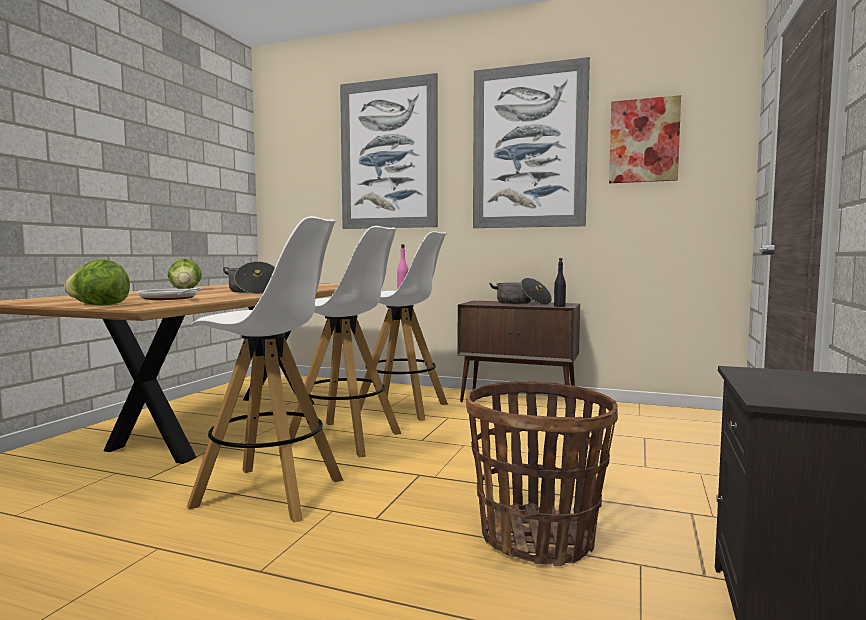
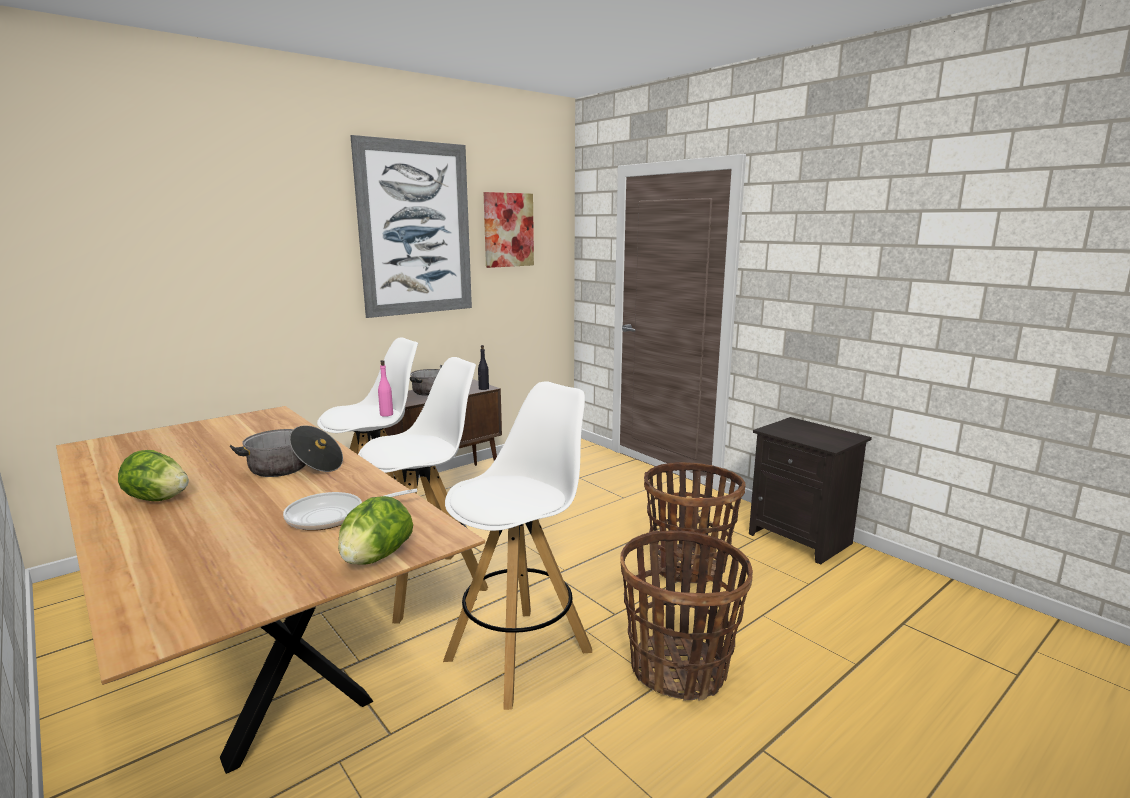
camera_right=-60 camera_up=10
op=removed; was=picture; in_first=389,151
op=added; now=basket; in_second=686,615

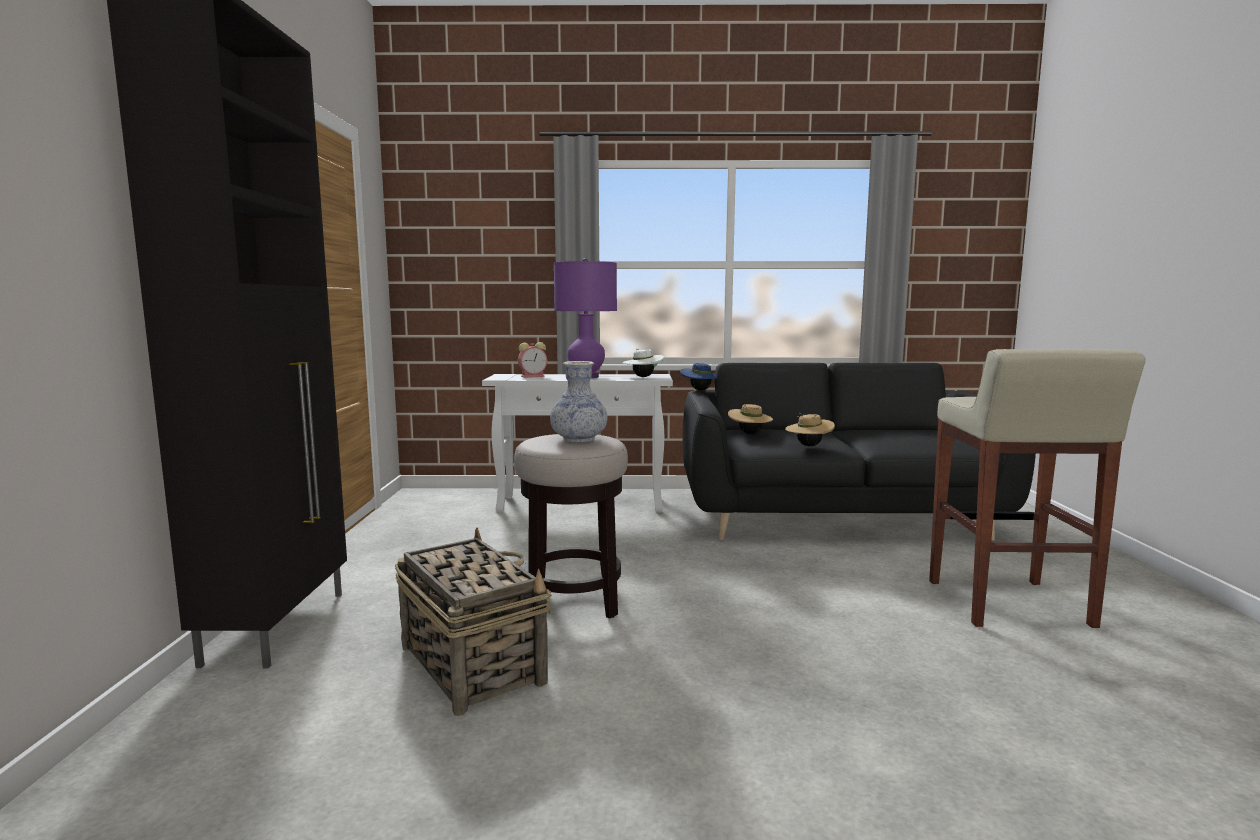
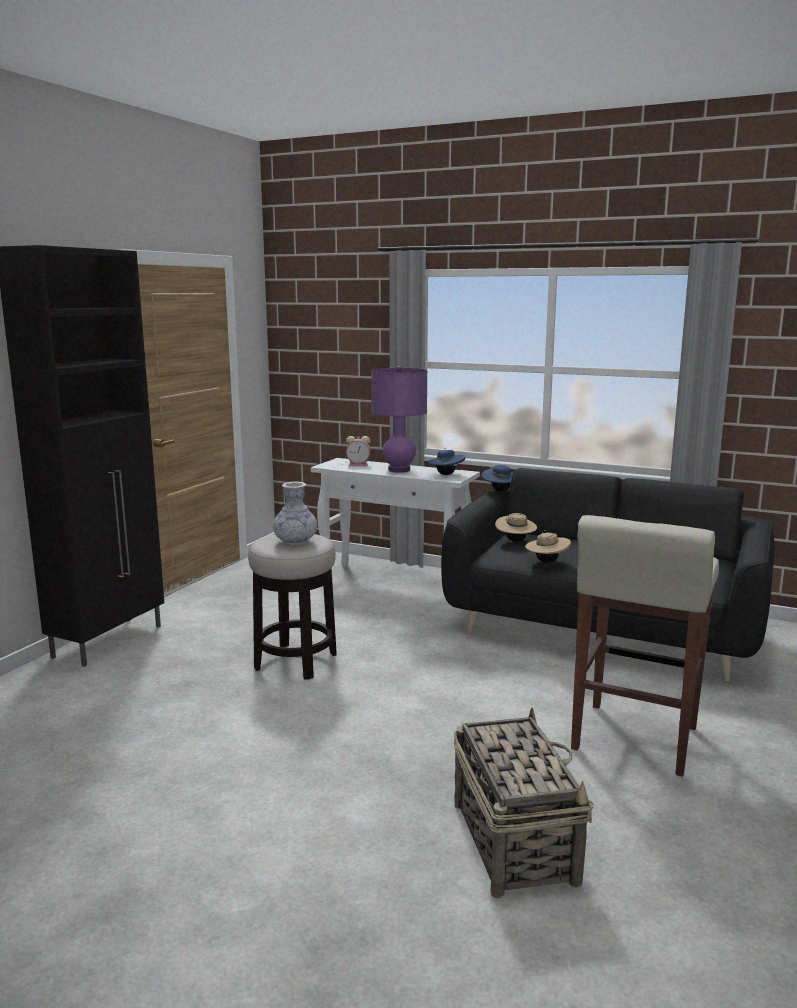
camera_right=25 camera_up=5
op=moved; was=basket; in_first=473,621; in_second=524,802
op=recoloured; was=hat in white; now=hat in blue; in_first=643,363; in_second=446,461

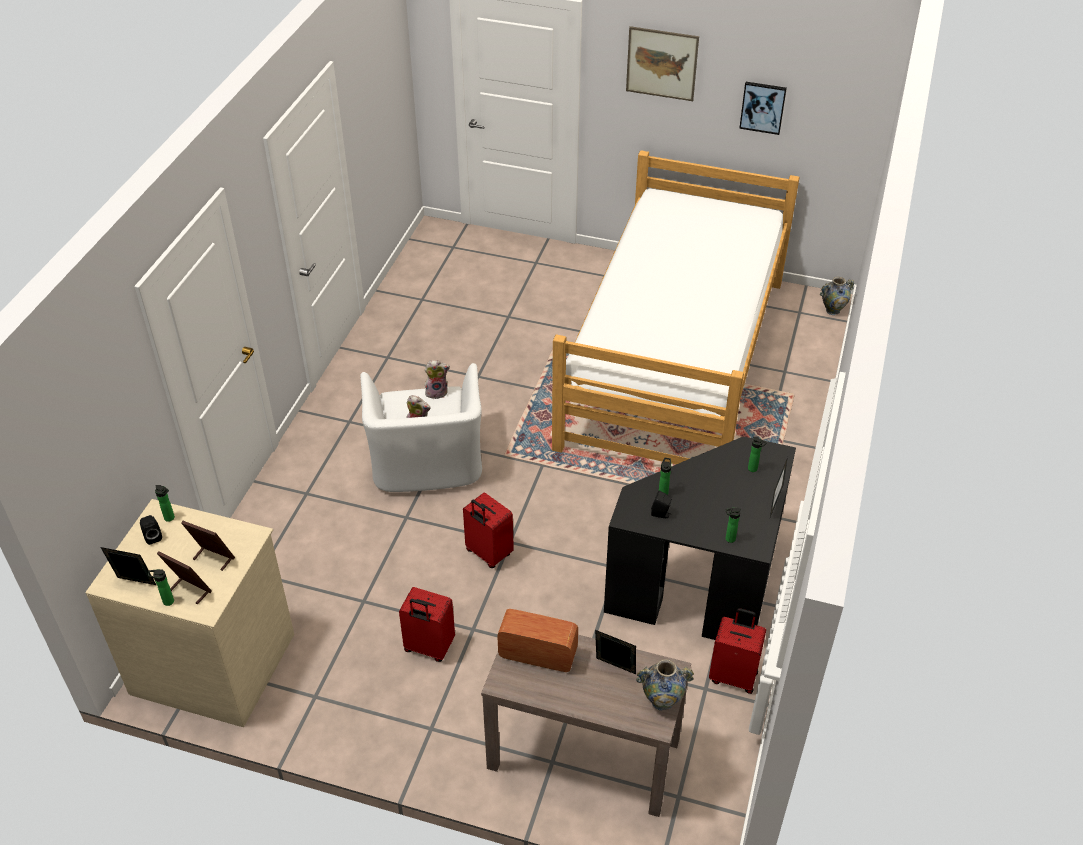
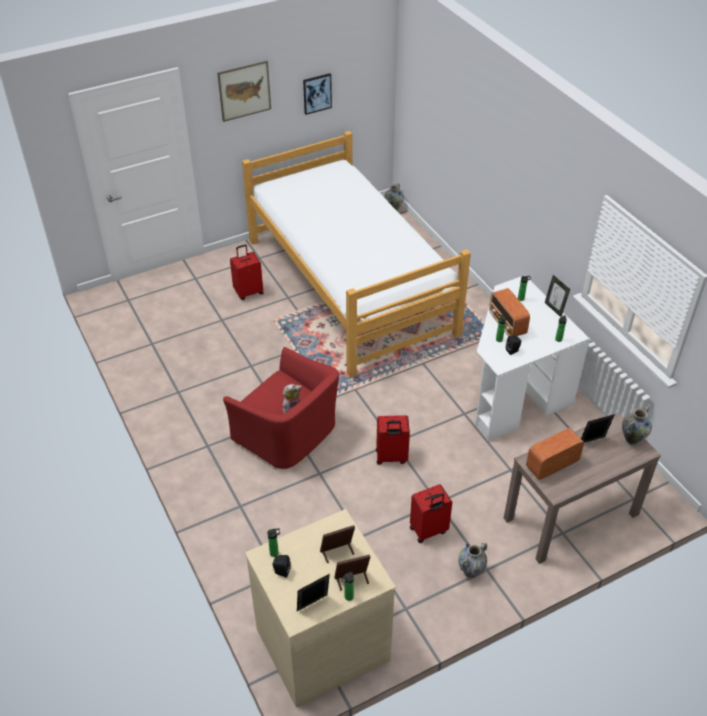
camera_right=-45 camera_up=0
op=removed; was=plush toy; in_first=437,379
op=added; now=vase; in_second=472,560
op=added; now=radio; in_second=509,312
op=moved; was=suitcase in red; in_first=737,651; in_second=247,272
op=recoloured; was=armchair in white; now=armchair in red; in_first=421,427; in_second=281,408
op=recoloured; was=desk in black; now=desk in white; in_first=700,538; in_second=532,358

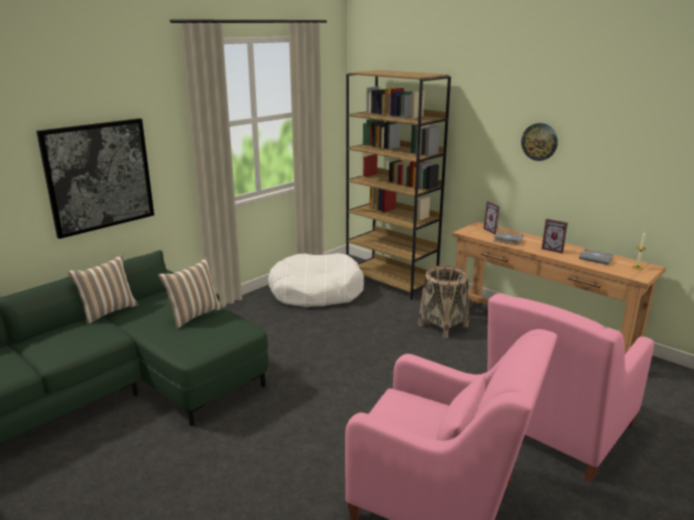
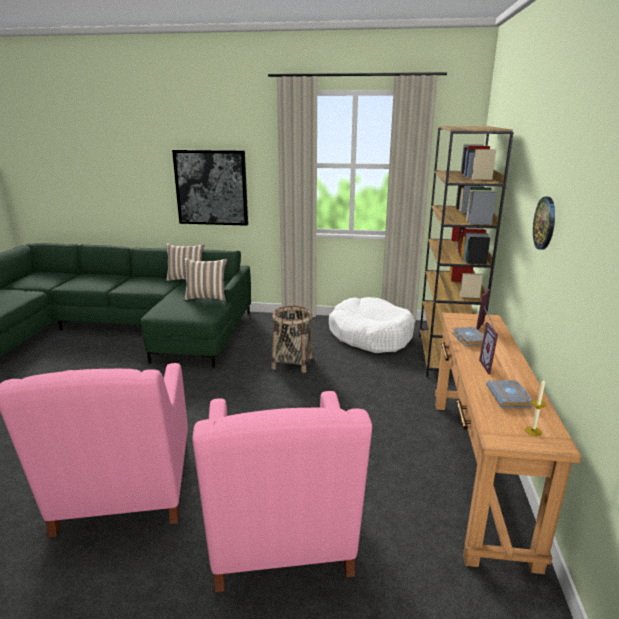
camera_right=55 camera_up=0
op=moved; was=basket; in_first=443,301; in_second=292,339
op=turned; was=armchair in pink; in_first=571,388; in_second=282,491; clockwise=-105

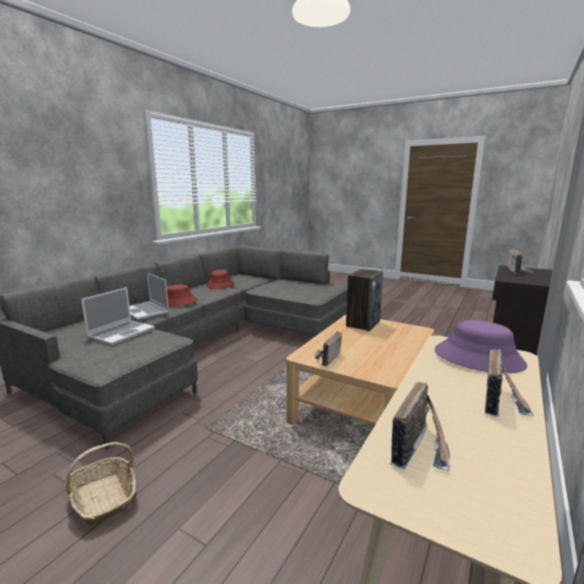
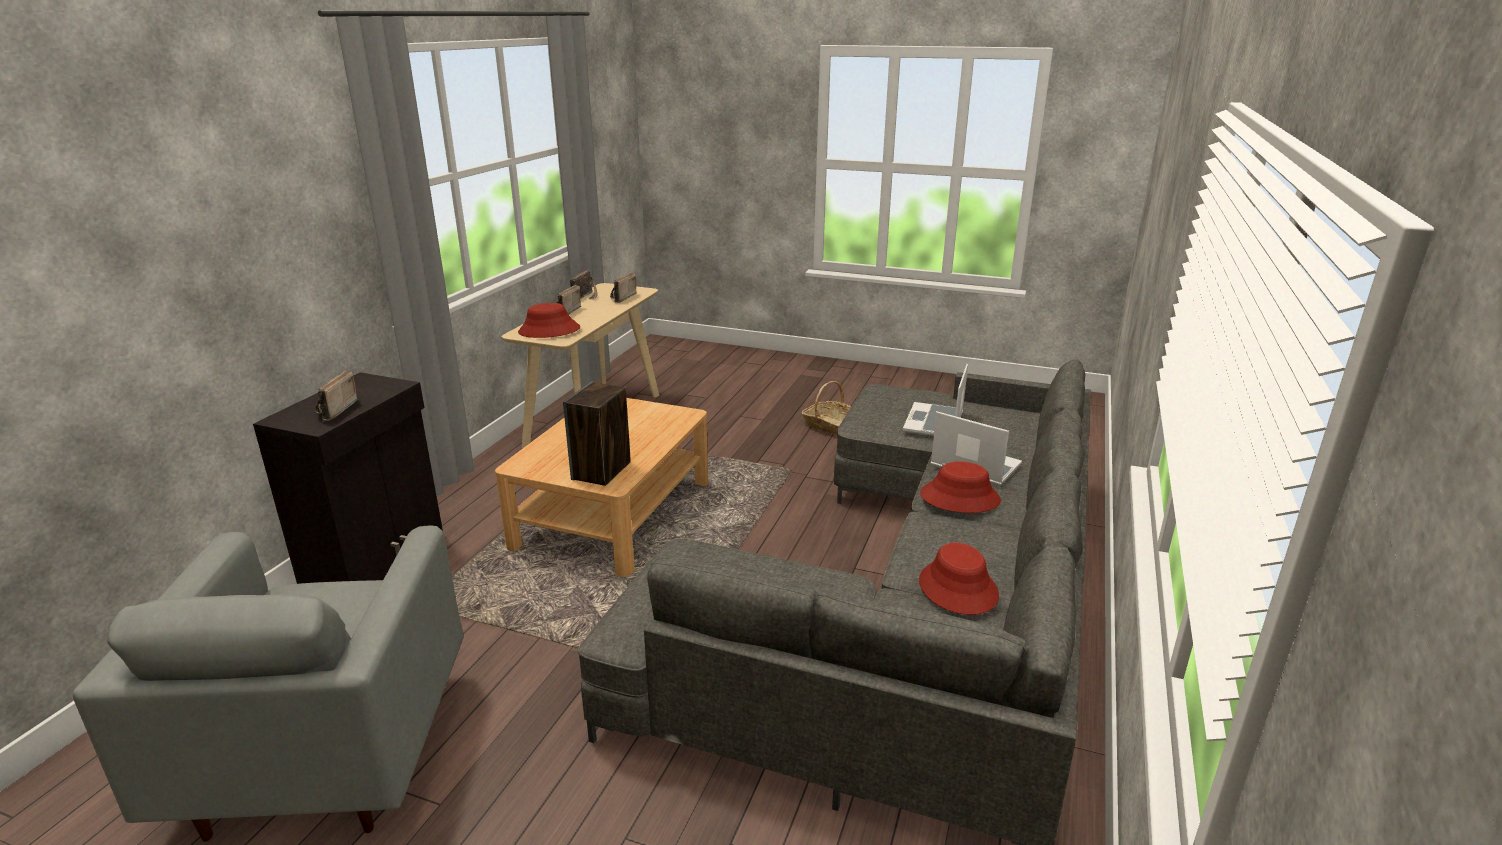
camera_right=170 camera_up=10
op=added; now=armchair in grey; in_second=268,683
op=moved; was=radio; in_first=328,348; in_second=584,284
op=recoloured; was=hat in purple; now=hat in red; in_first=481,346; in_second=549,320

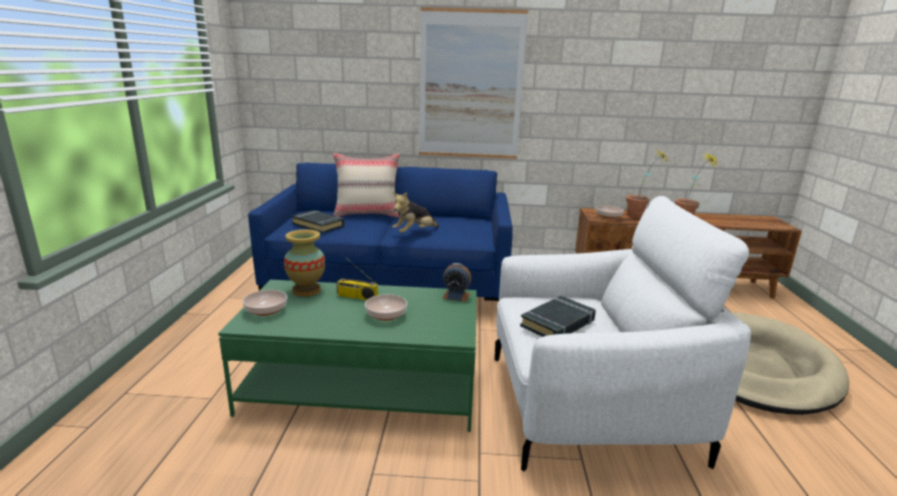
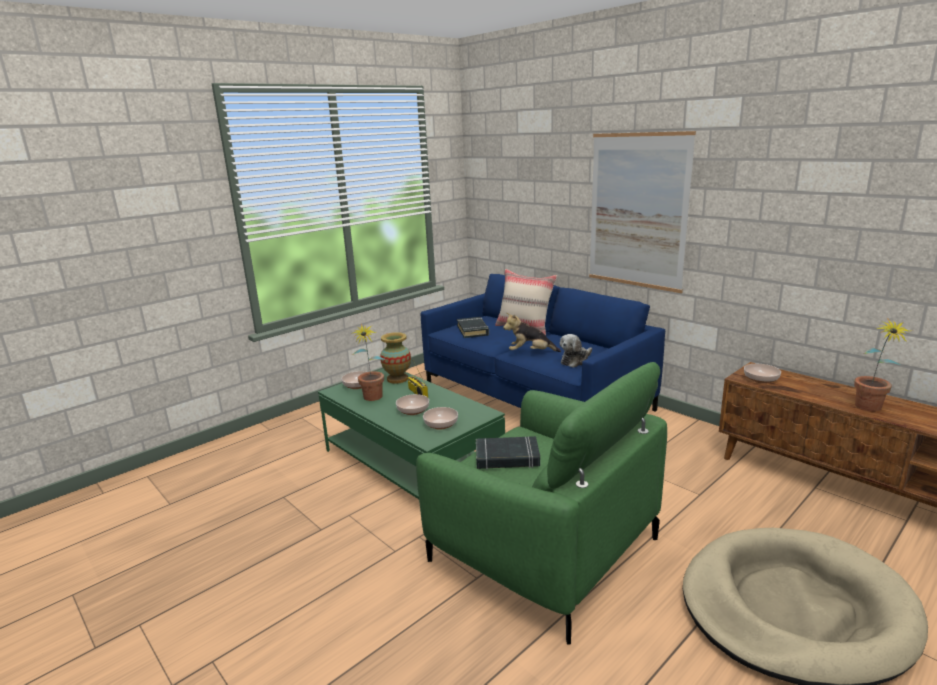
camera_right=45 camera_up=0
op=removed; was=alarm clock; in_first=456,282
op=added; now=bowl; in_second=440,418
op=added; now=plush toy; in_second=576,351
op=moved; was=potted plant; in_first=647,184; in_second=369,362
op=recoloured; was=armchair in white; now=armchair in green; in_first=623,333; in_second=541,503

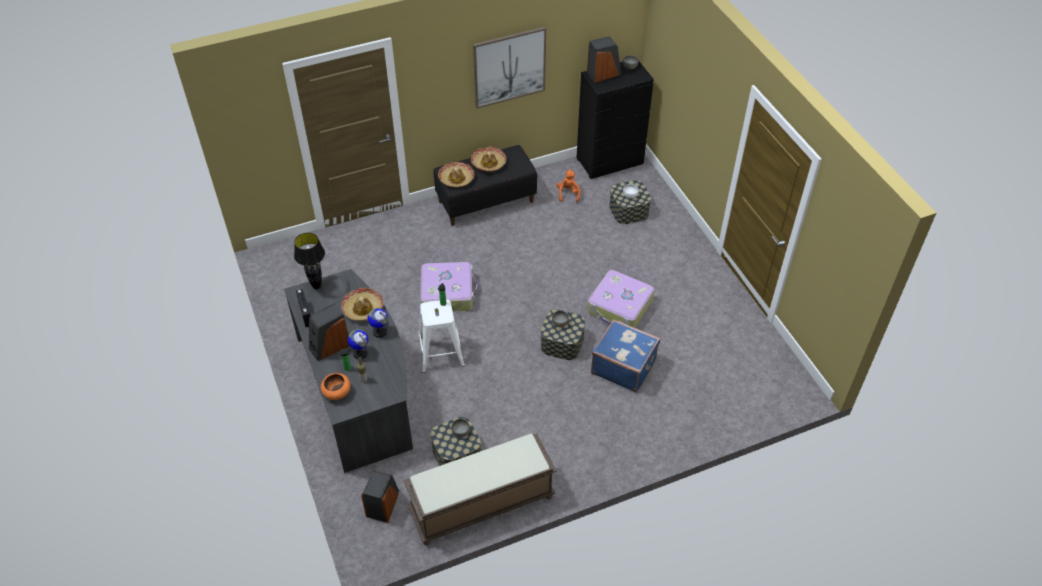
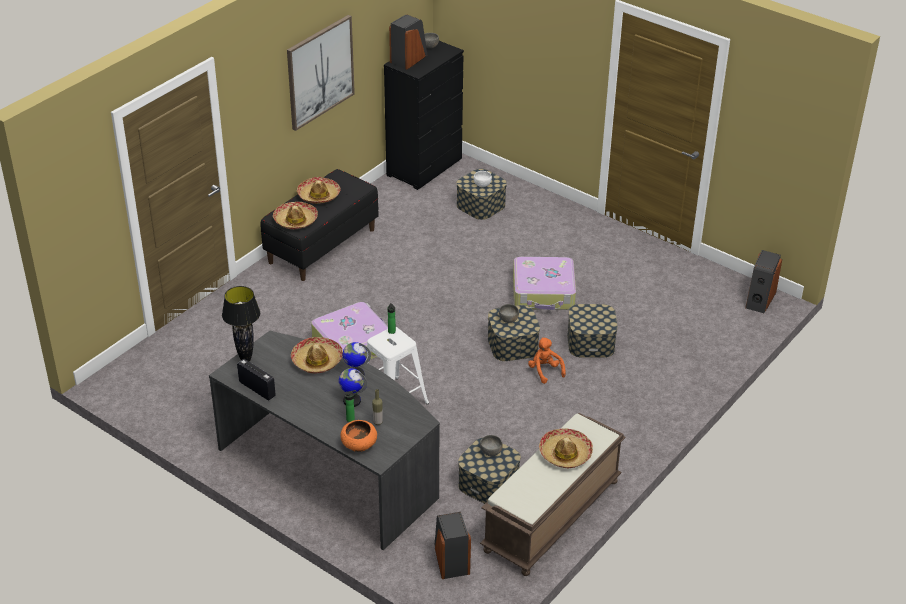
camera_right=-30 camera_up=-10
op=added; now=hat; in_second=566,448
op=moved; was=speaker; in_first=329,332; in_second=763,281
op=moved; was=plush toy in orange; in_first=568,186; in_second=547,360
op=replaced; was=suitcase in blue; now=storage box; in_first=625,356; in_second=592,331

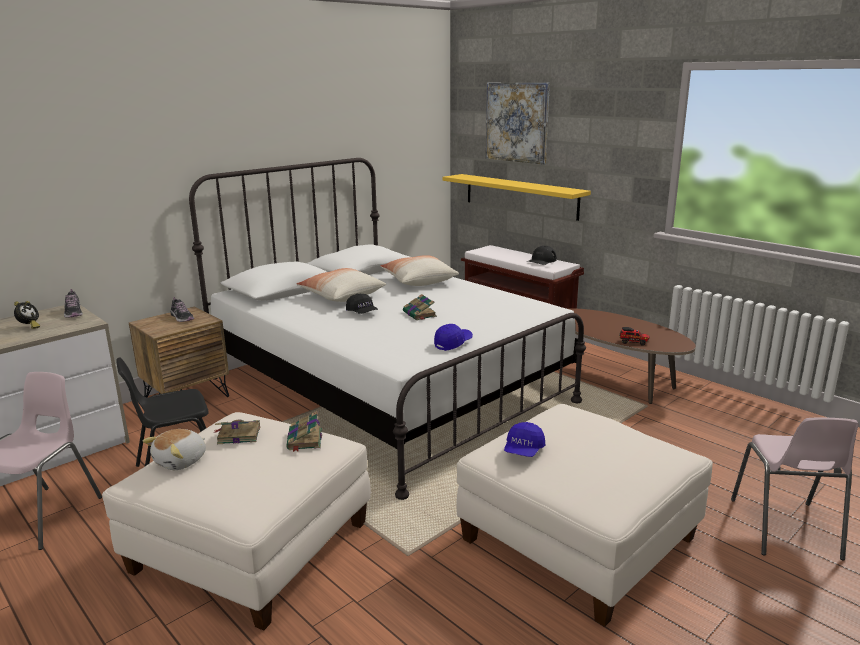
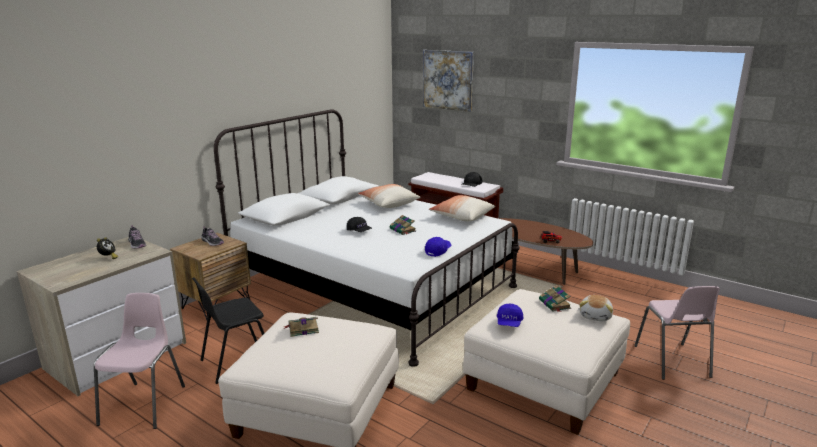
camera_right=-10 camera_up=0
op=removed; was=shelf in yellow; in_first=517,197
op=moved; was=plush toy; in_first=174,449; in_second=596,308
op=moved; was=book; in_first=304,431; in_second=555,298
op=moved; was=pillow; in_first=341,285; in_second=462,208

